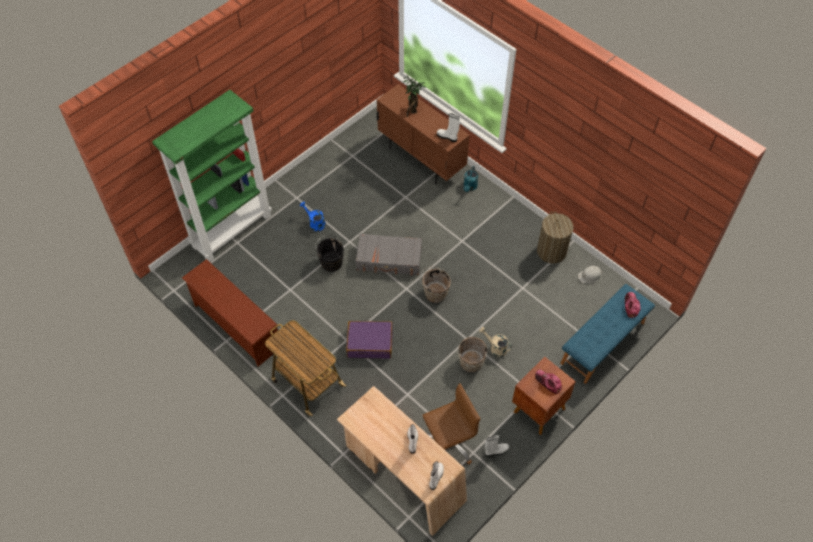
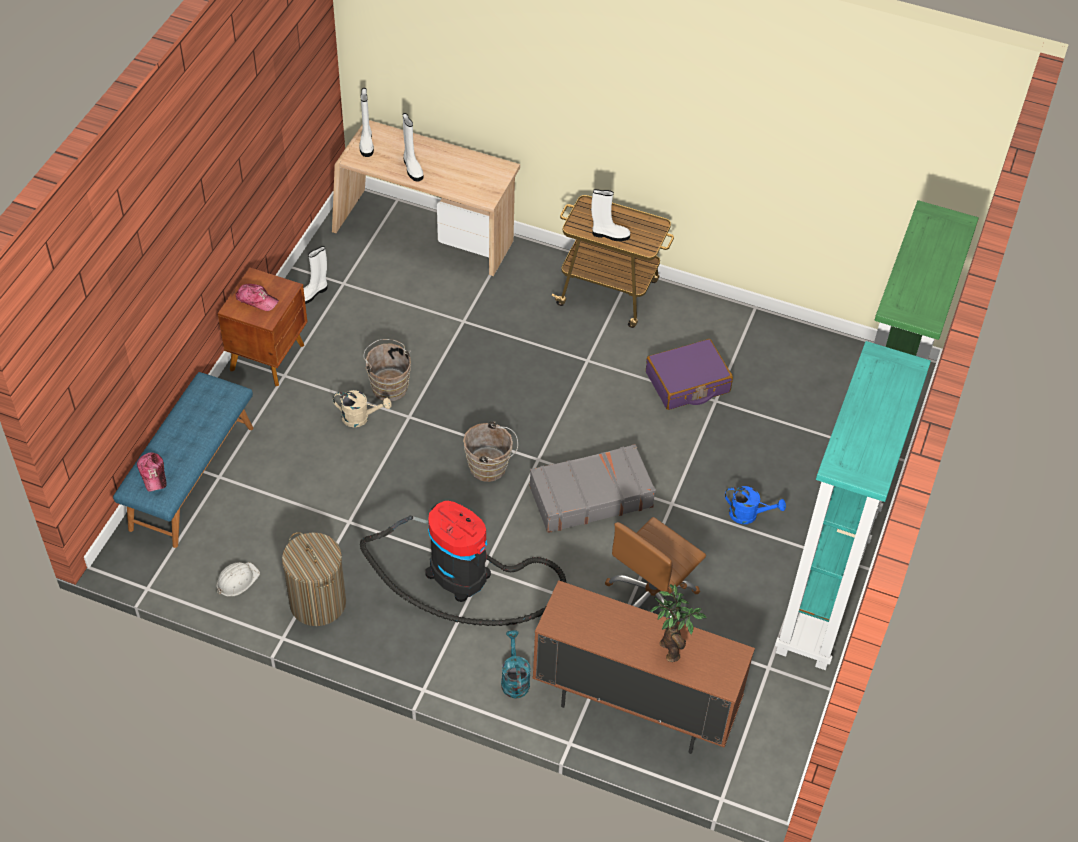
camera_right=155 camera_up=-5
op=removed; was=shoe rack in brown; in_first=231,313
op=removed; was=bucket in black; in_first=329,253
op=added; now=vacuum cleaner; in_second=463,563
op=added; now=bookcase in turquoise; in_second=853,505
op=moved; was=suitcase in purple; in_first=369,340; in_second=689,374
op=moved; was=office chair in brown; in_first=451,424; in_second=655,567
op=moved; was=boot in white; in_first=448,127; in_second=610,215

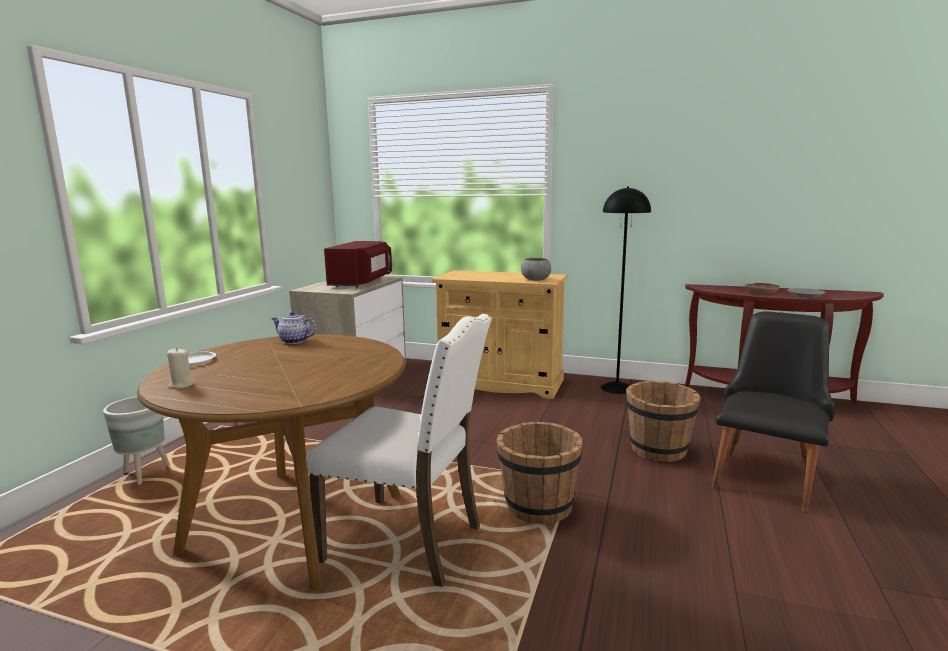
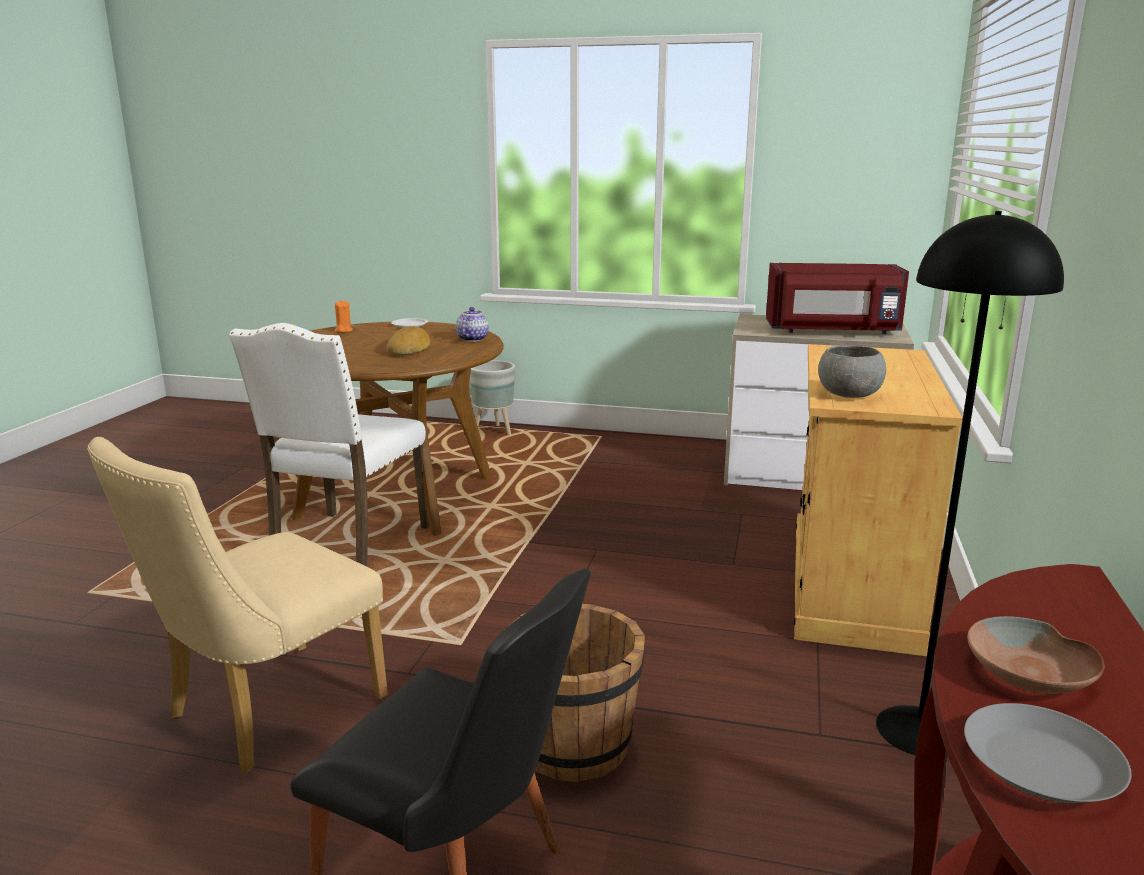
camera_right=85 camera_up=5
op=removed; was=bucket in brown; in_first=539,473
op=added; now=chair in beige; in_second=237,605
op=added; now=bread; in_second=408,340
op=recoloured; was=candle in beige; now=candle in orange; in_first=181,368; in_second=344,316

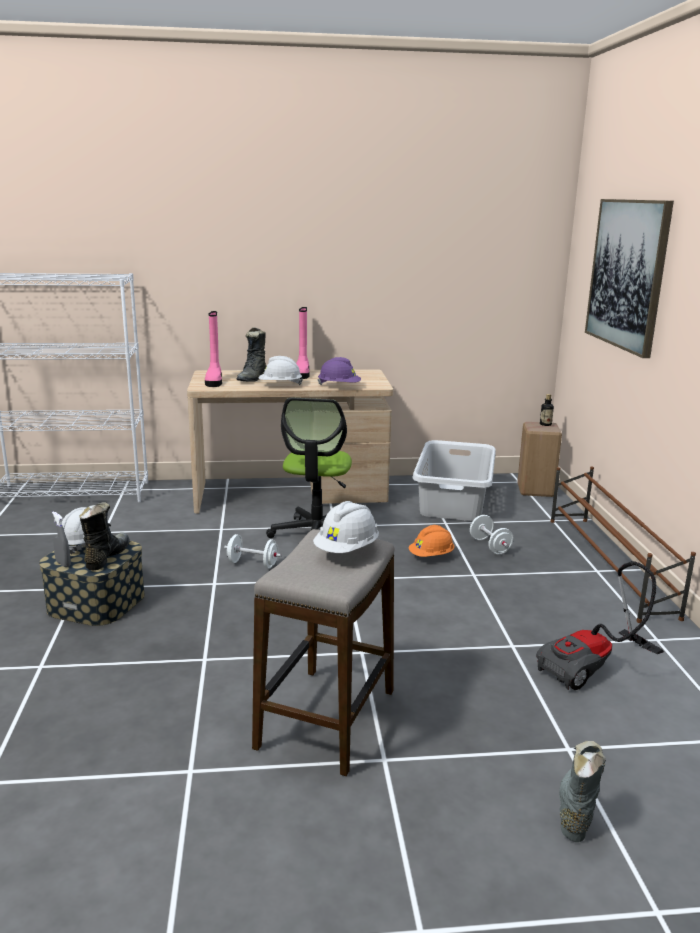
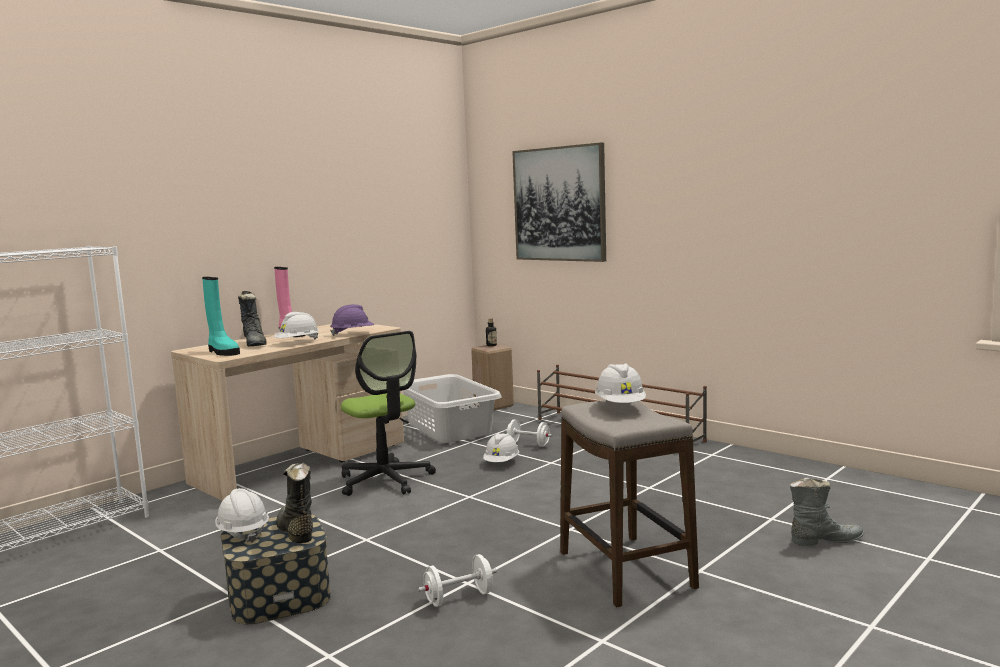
camera_right=-40 camera_up=-10
op=removed; was=spray bottle in grey; in_first=61,539
op=removed; was=vacuum cleaner; in_first=600,625
op=moved; was=dumbbell in white; in_first=253,551; in_second=457,580
op=recoloured; was=boot in pink; now=boot in turquoise; in_first=213,349; in_second=221,316
op=recoloured; was=hard hat in orange; now=hard hat in white; in_first=432,541; in_second=501,447
op=turned; was=boot in grey; in_first=582,791; in_second=827,512; clockwise=105

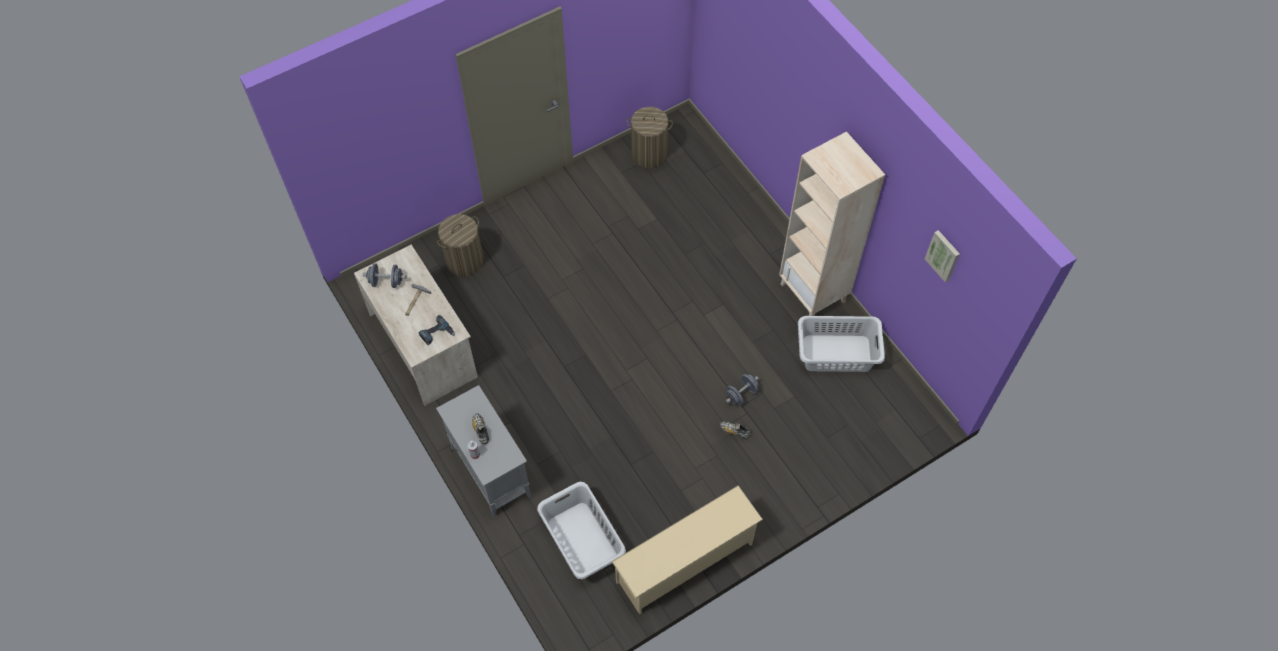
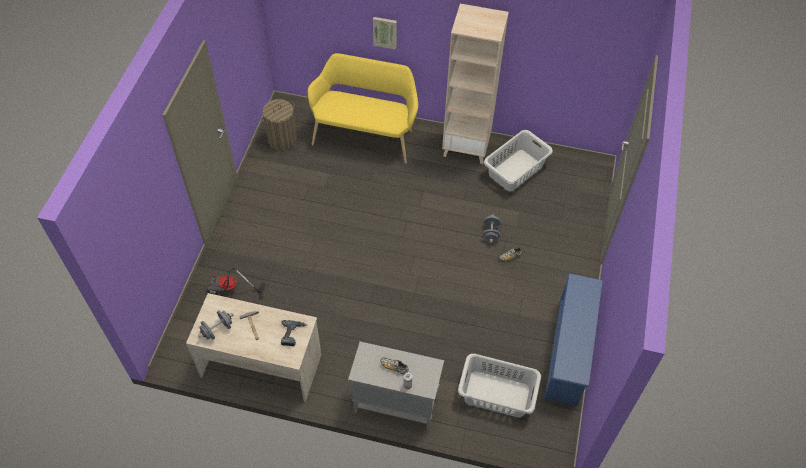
camera_right=-45 camera_up=-5
op=added; now=bench in yellow; in_second=363,108
op=moved; was=picture; in_first=942,256; in_second=385,33
op=replaced; was=laundry basket; now=vacuum cleaner; in_first=460,245; in_second=236,284
op=recoloured; was=shoe rack in beige; now=shoe rack in blue; in_first=687,550; in_second=573,339

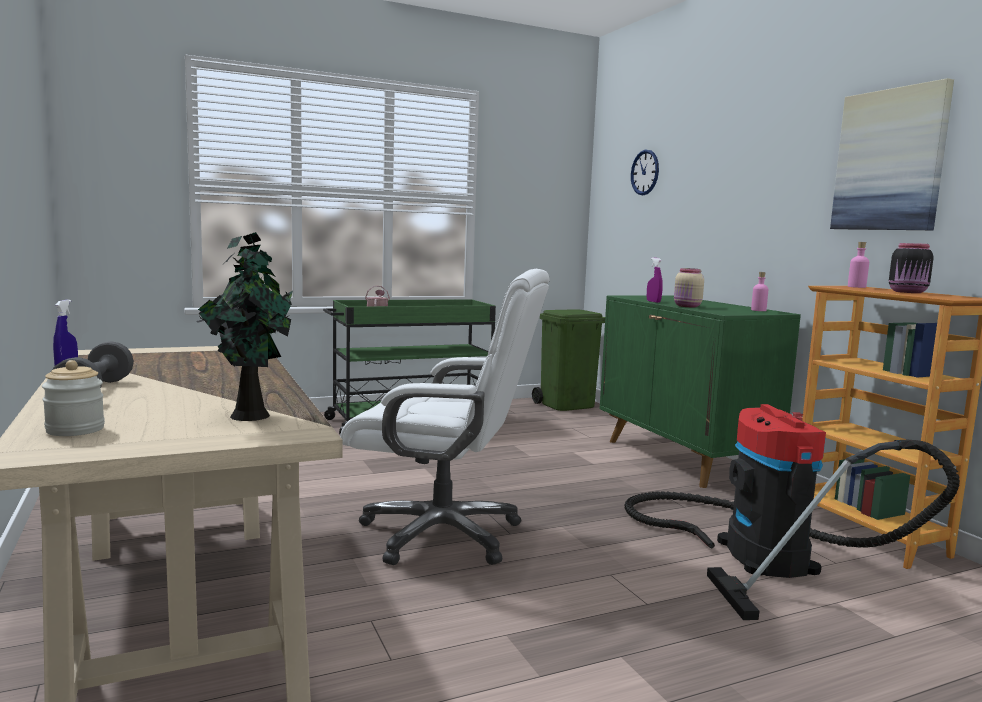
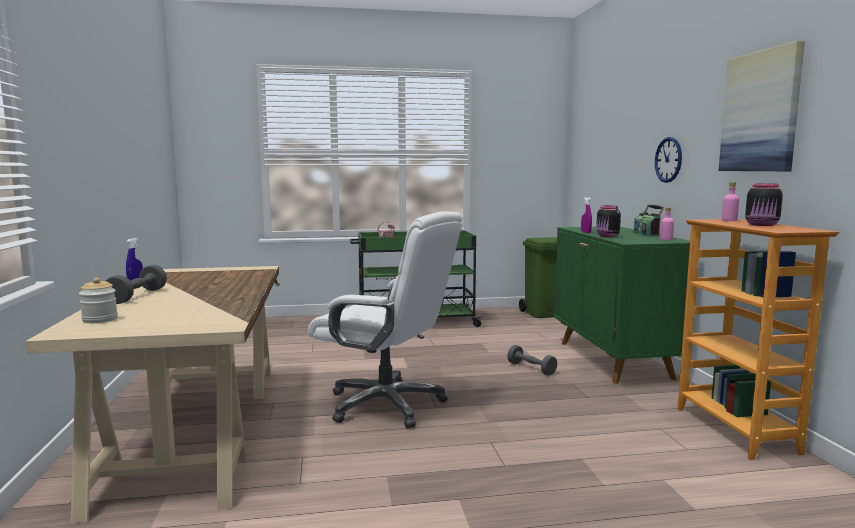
camera_right=15 camera_up=0
op=removed; was=potted plant; in_first=244,326
op=removed; was=vacuum cleaner; in_first=792,512
op=added; now=dumbbell in grey; in_second=532,360
op=added; now=radio; in_second=649,220
op=moved; was=wall clock; in_first=645,172; in_second=668,160
op=recoloured; was=jar in beige; now=jar in black; in_first=689,287; in_second=608,221

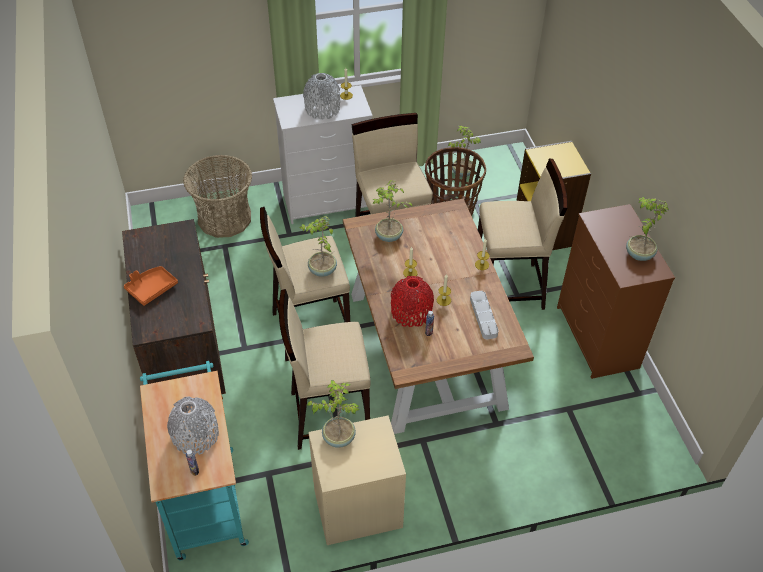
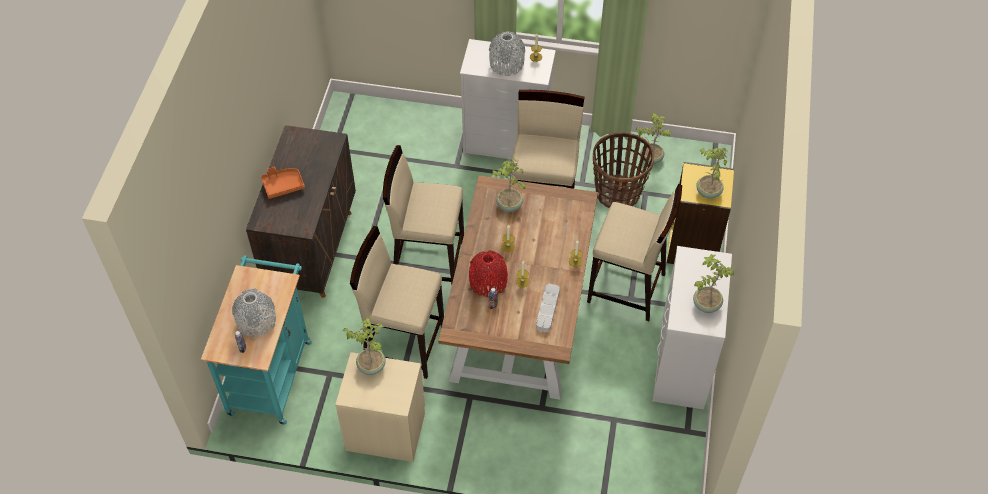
camera_right=25 camera_up=5
op=removed; was=basket; in_first=217,196
op=moved; was=potted plant; in_first=318,246; in_second=711,173
op=recoloured; was=dresser in brown; now=dresser in white; in_first=616,291; in_second=692,328

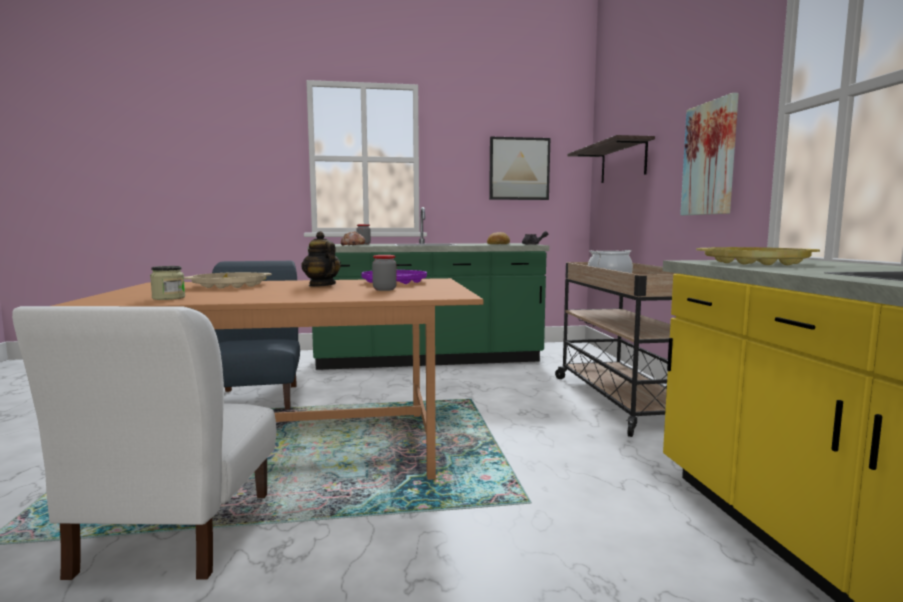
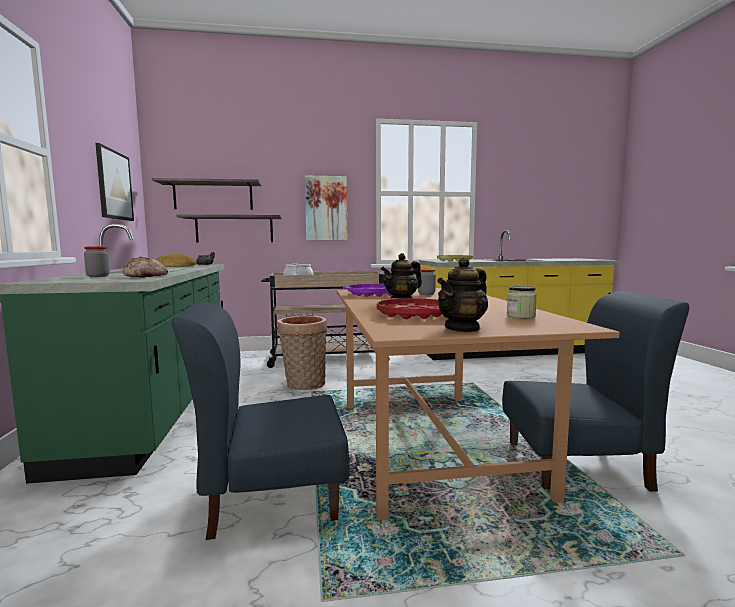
camera_right=-90 camera_up=0
op=added; now=shelf; in_second=229,229
op=added; now=basket; in_second=302,353
op=added; now=teapot; in_second=462,294
op=recoloured; was=chair in white; now=chair in blue; in_first=144,443; in_second=595,391
op=recoloured; was=tray in beige; now=tray in red; in_first=228,280; in_second=409,308

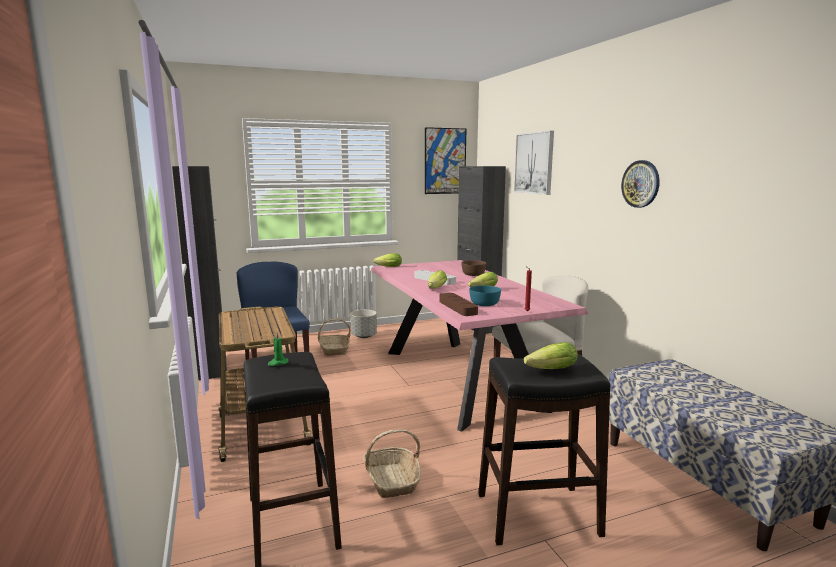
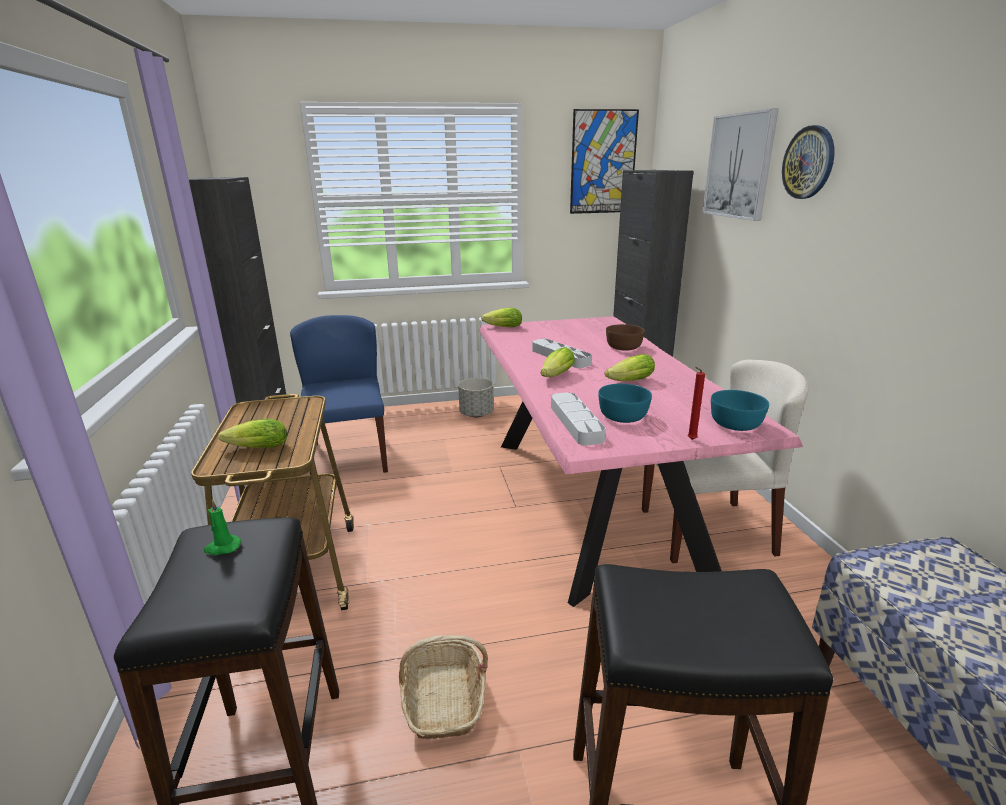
camera_right=10 camera_up=10
op=removed; was=basket; in_first=334,337
op=added; now=bowl in turquoise; in_second=740,410
op=moved; was=lettuce; in_first=551,355; in_second=252,433
op=moved; was=wall clock; in_first=640,184; in_second=808,162
op=recoloured; was=tray in brown; now=tray in grey; in_first=459,304; in_second=578,418

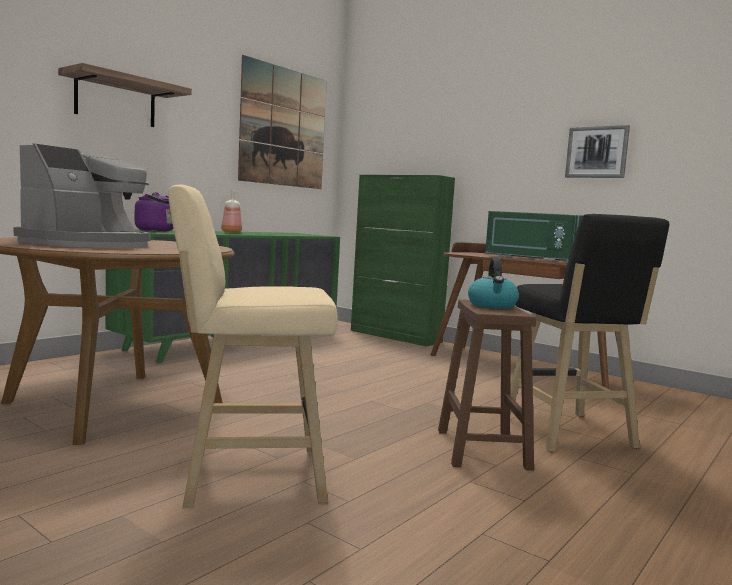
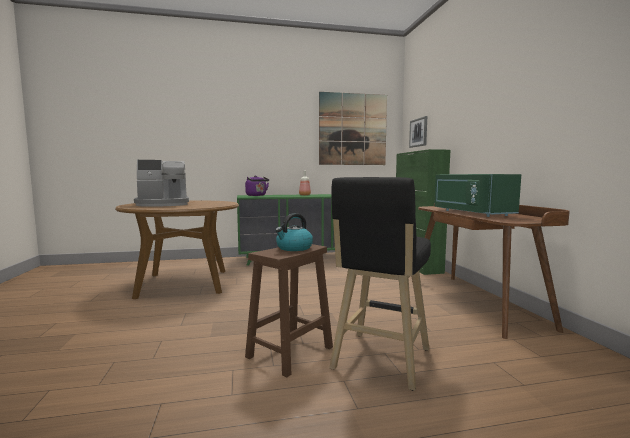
camera_right=40 camera_up=0
op=removed; was=shelf; in_first=125,95
op=removed; was=stool in beige; in_first=253,345
op=moved; was=picture; in_first=597,151; in_second=418,132

